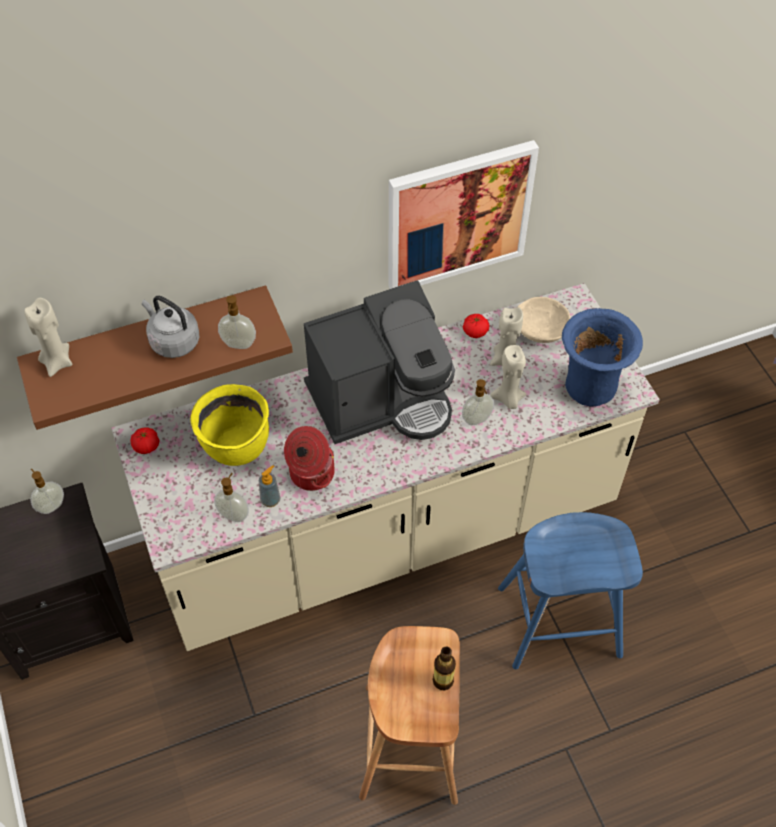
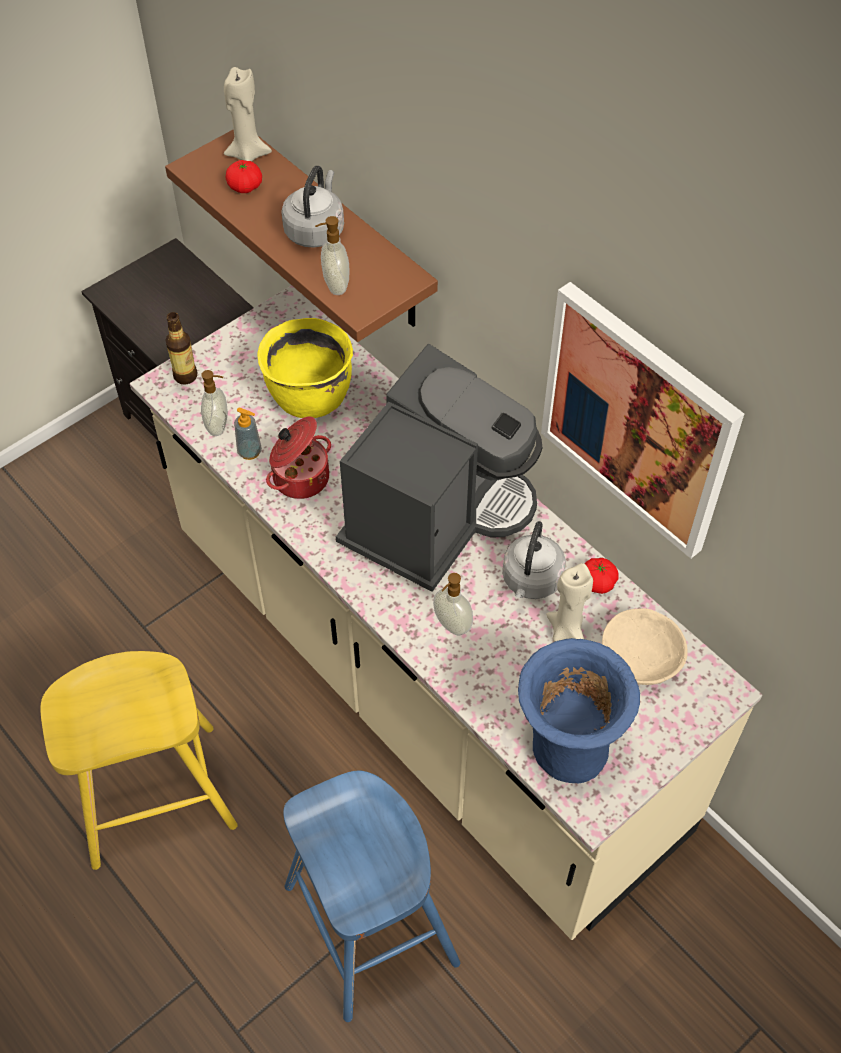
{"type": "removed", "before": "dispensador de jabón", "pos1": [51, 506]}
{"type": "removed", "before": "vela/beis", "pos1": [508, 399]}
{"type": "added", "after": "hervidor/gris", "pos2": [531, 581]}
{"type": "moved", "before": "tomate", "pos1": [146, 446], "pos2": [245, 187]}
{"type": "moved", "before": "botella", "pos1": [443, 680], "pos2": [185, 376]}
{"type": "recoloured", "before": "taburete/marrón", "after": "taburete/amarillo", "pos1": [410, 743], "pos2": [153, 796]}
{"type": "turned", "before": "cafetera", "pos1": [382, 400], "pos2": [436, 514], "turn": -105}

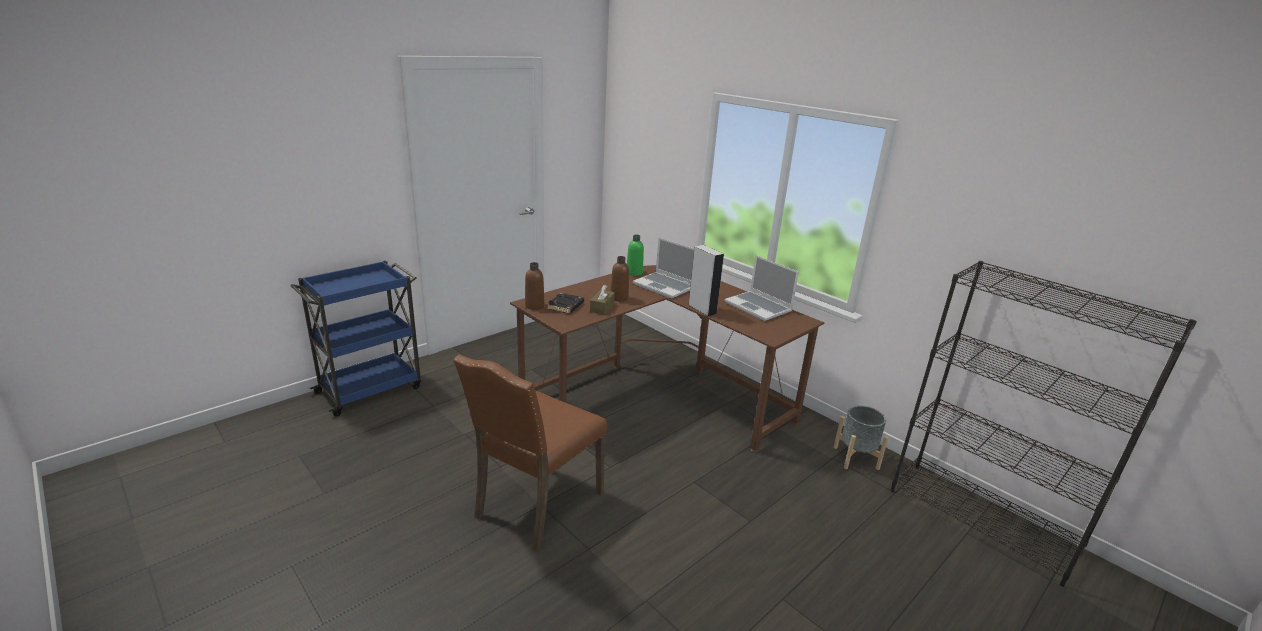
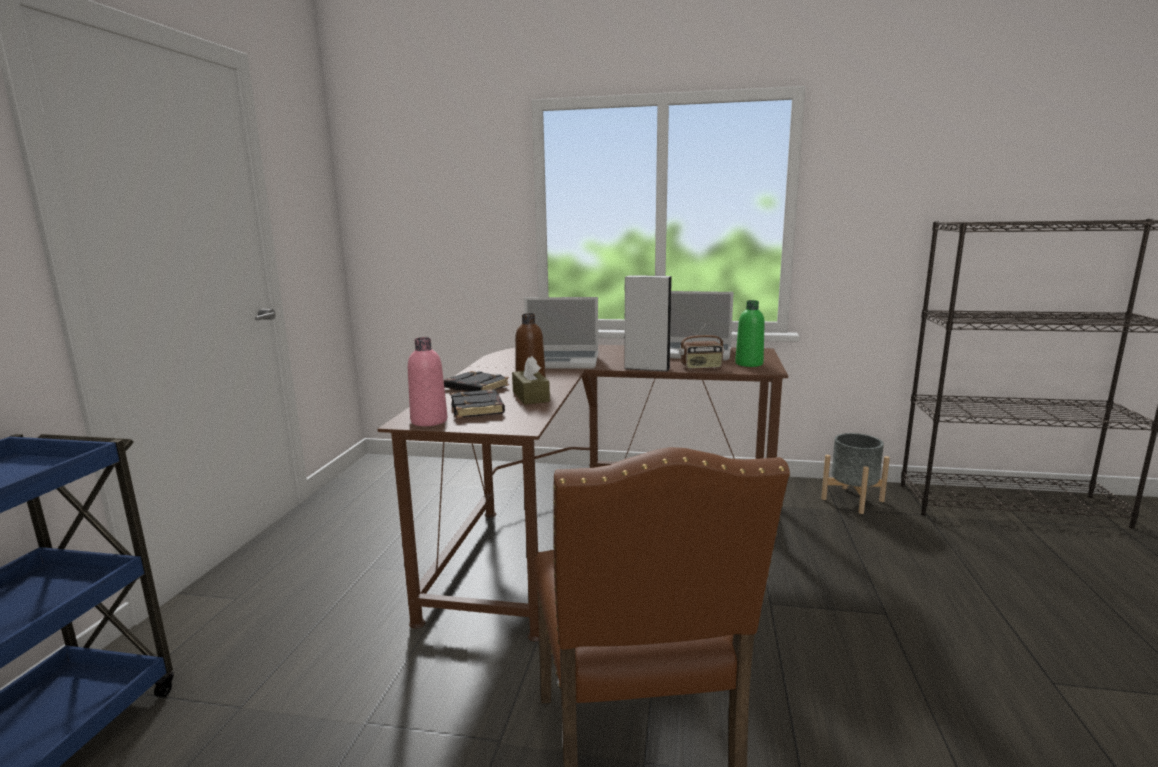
{"type": "added", "after": "libro/negro", "pos2": [475, 388]}
{"type": "added", "after": "radio", "pos2": [701, 367]}
{"type": "moved", "before": "botella/verde", "pos1": [634, 273], "pos2": [749, 364]}
{"type": "recoloured", "before": "botella/marrón", "after": "botella/rosa", "pos1": [534, 306], "pos2": [429, 421]}

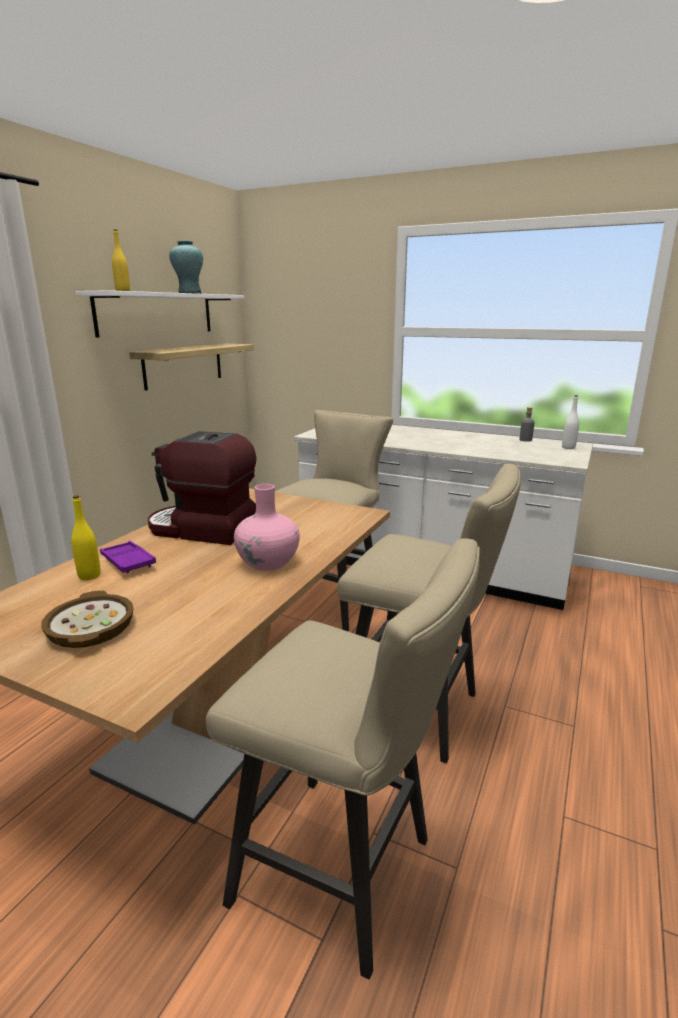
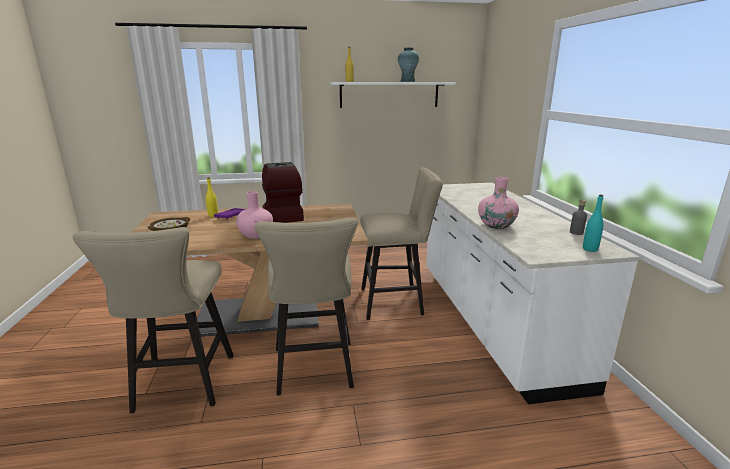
{"type": "removed", "before": "estante", "pos1": [183, 365]}
{"type": "added", "after": "florero/rosa", "pos2": [496, 225]}
{"type": "recoloured", "before": "botella/blanco", "after": "botella/turquesa", "pos1": [568, 447], "pos2": [590, 249]}

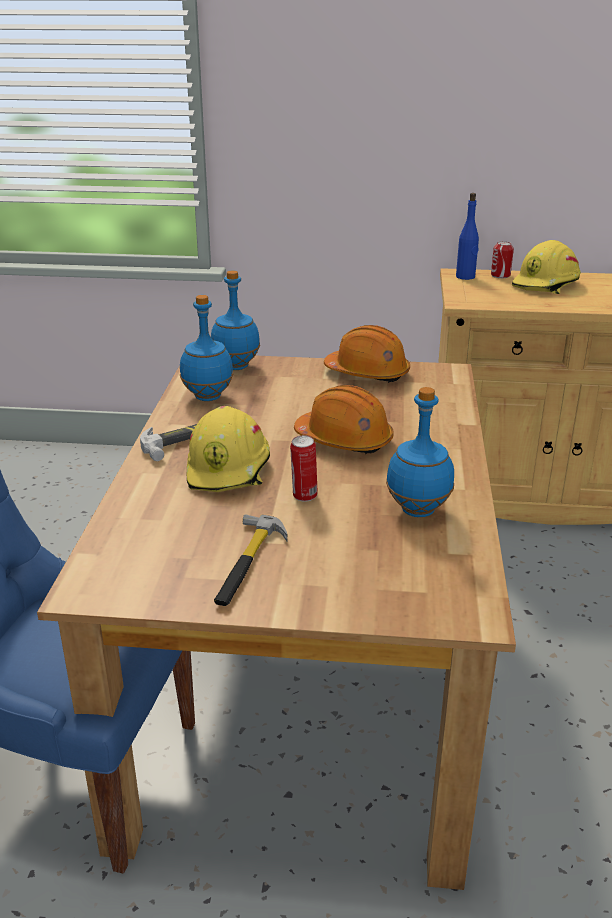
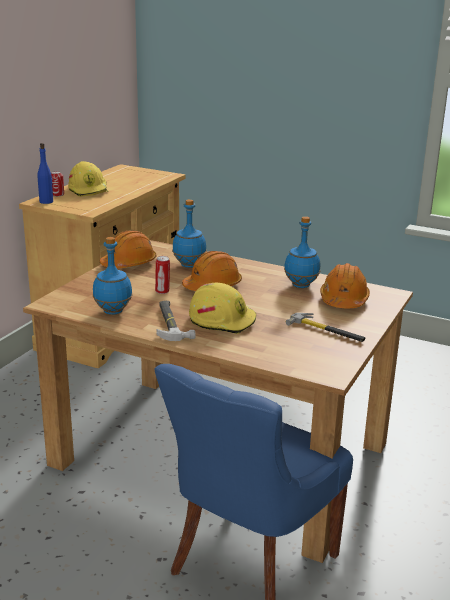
{"type": "added", "after": "casco/naranja", "pos2": [344, 300]}
{"type": "moved", "before": "botella/azul", "pos1": [236, 366], "pos2": [188, 265]}
{"type": "moved", "before": "lata", "pos1": [304, 496], "pos2": [162, 291]}

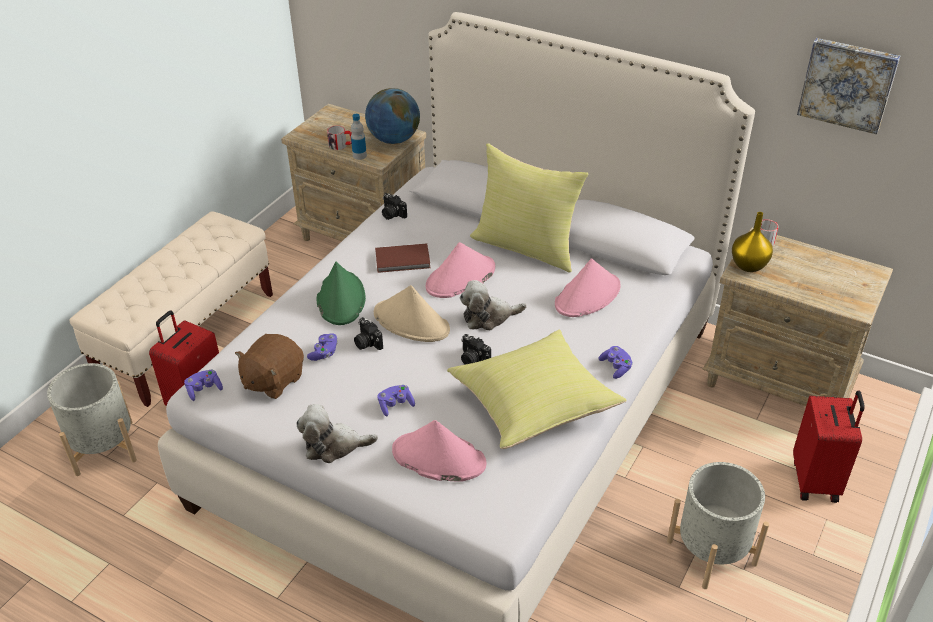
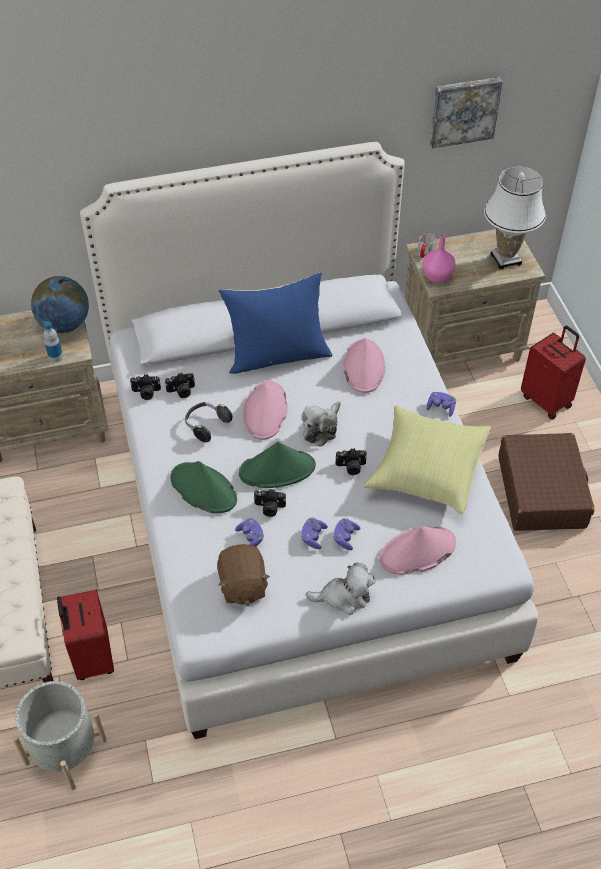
{"type": "removed", "before": "taza grande", "pos1": [341, 145]}
{"type": "added", "after": "cámara", "pos2": [181, 391]}
{"type": "added", "after": "lámpara de mesa/blanco", "pos2": [505, 259]}
{"type": "moved", "before": "mando de consola/morado", "pos1": [204, 390], "pos2": [313, 537]}
{"type": "replaced", "before": "libro/marrón", "after": "auriculares", "pos1": [403, 260], "pos2": [206, 425]}
{"type": "replaced", "before": "maceta/gris", "after": "maleta/marrón", "pos1": [711, 552], "pos2": [541, 491]}
{"type": "recoloured", "before": "sombrero/beis", "after": "sombrero/verde", "pos1": [412, 322], "pos2": [277, 469]}
{"type": "recoloured", "before": "cojín/amarillo", "after": "cojín/azul", "pos1": [526, 246], "pos2": [278, 355]}
{"type": "recoloured", "before": "florero/amarillo", "after": "florero/rosa", "pos1": [749, 265], "pos2": [437, 276]}
{"type": "turned", "before": "peluche", "pos1": [334, 446], "pos2": [344, 596], "turn": -135}

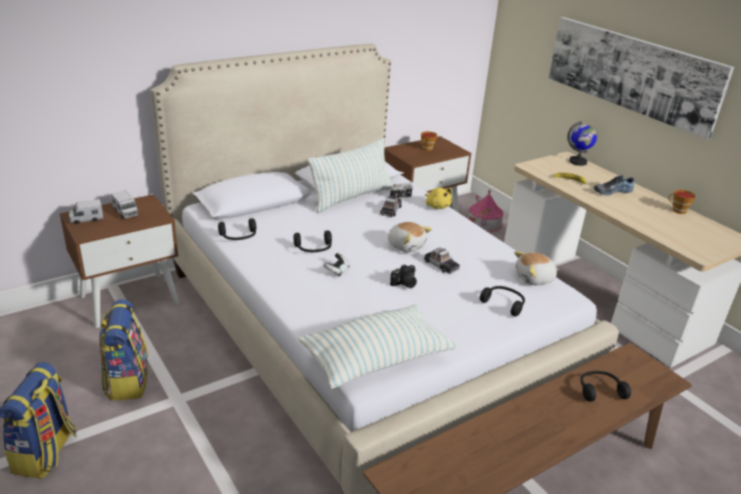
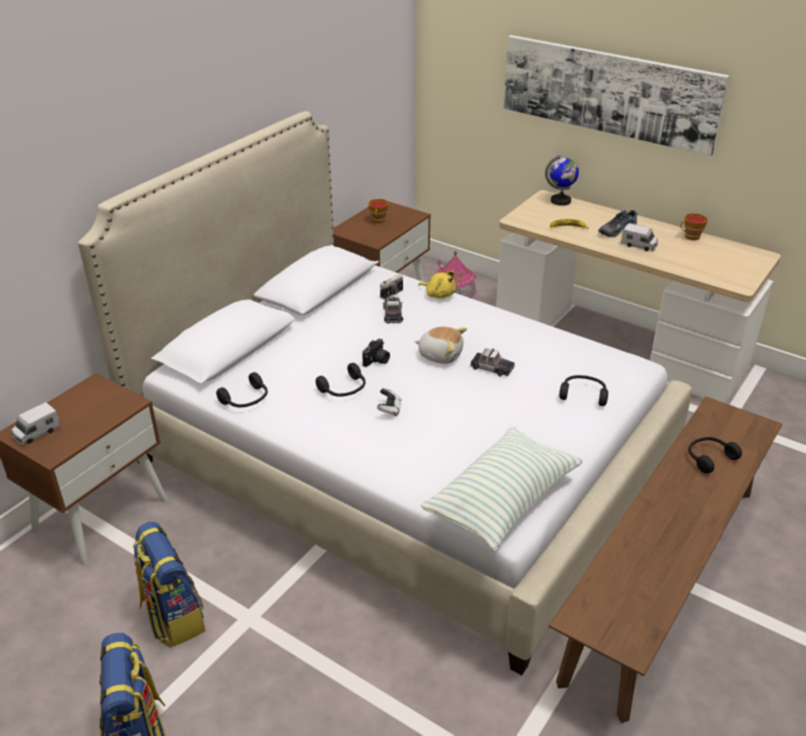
{"type": "removed", "before": "cojín", "pos1": [351, 197]}
{"type": "removed", "before": "peluche", "pos1": [535, 279]}
{"type": "moved", "before": "camión de juguete", "pos1": [125, 212], "pos2": [639, 245]}
{"type": "moved", "before": "cámara", "pos1": [404, 284], "pos2": [377, 361]}

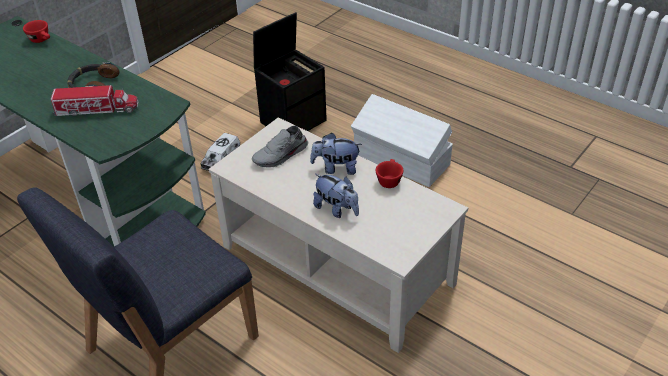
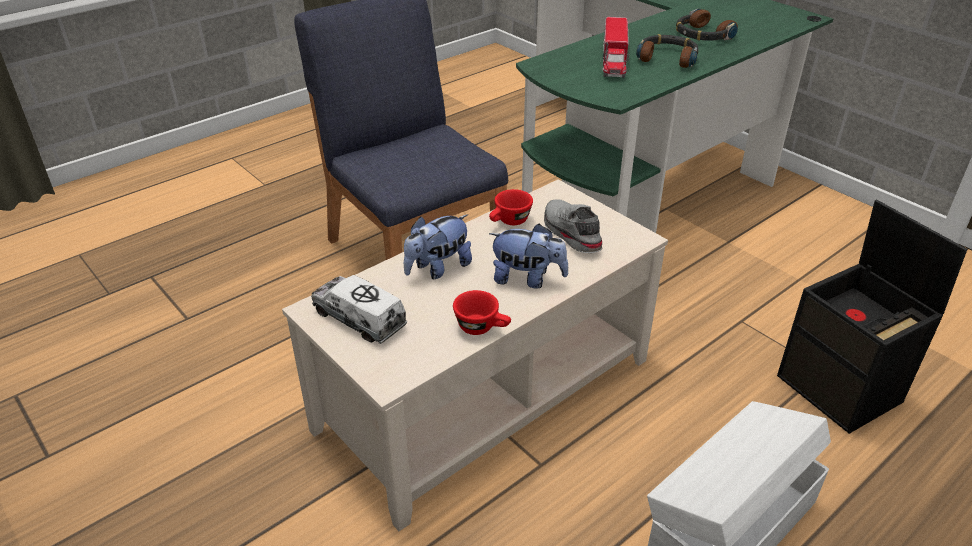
{"type": "added", "after": "auriculares", "pos2": [702, 35]}
{"type": "moved", "before": "taza/rojo", "pos1": [42, 40], "pos2": [509, 222]}
{"type": "moved", "before": "camión de juguete", "pos1": [221, 160], "pos2": [359, 319]}
{"type": "turned", "before": "peluche", "pos1": [336, 168], "pos2": [527, 279], "turn": 90}

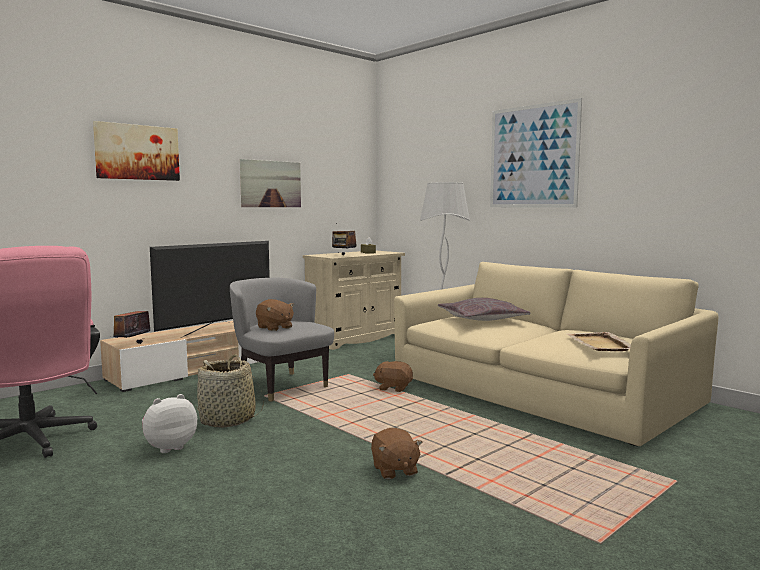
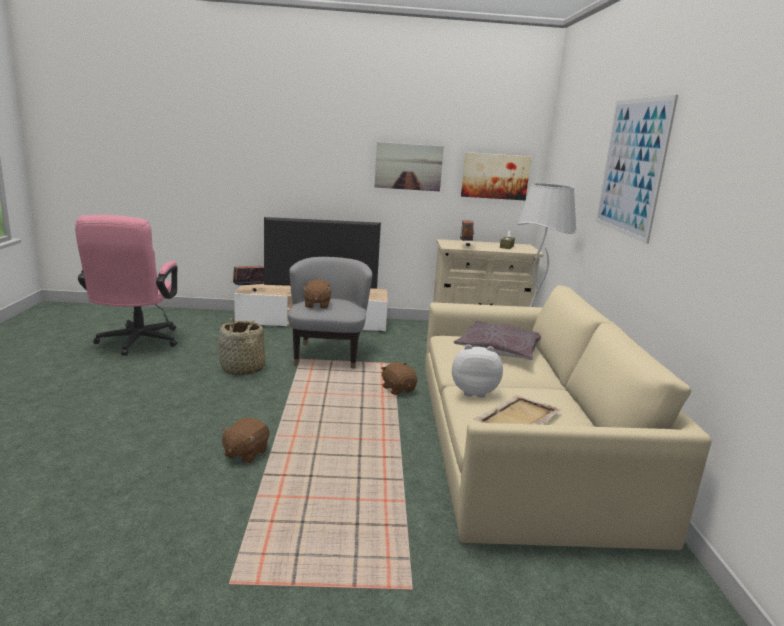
{"type": "moved", "before": "cuadro", "pos1": [137, 152], "pos2": [495, 176]}
{"type": "moved", "before": "peluche", "pos1": [169, 447], "pos2": [473, 392]}

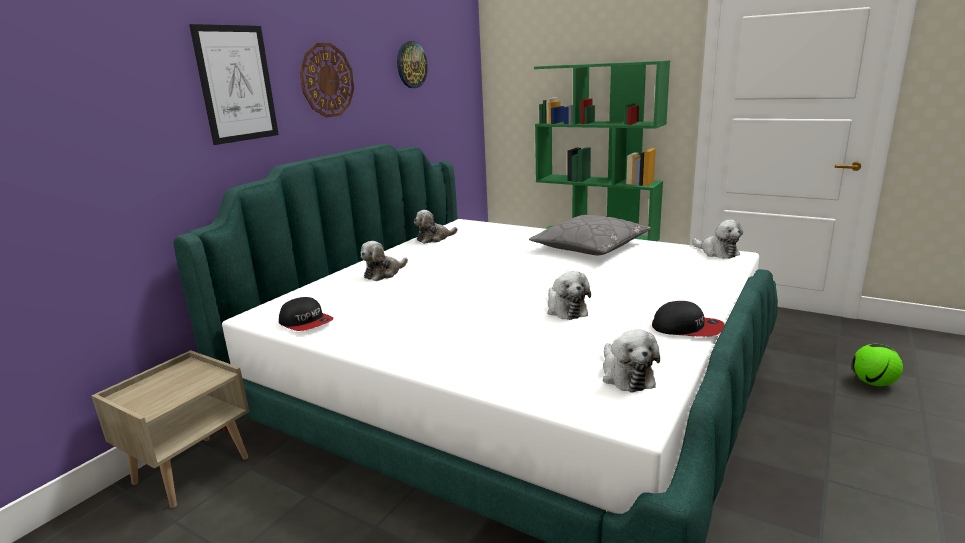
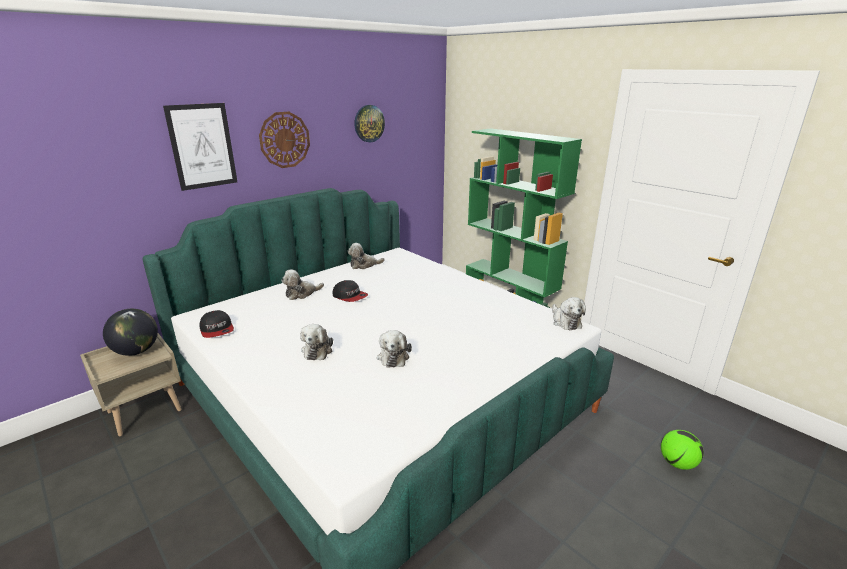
{"type": "removed", "before": "cojín/gris", "pos1": [590, 247]}
{"type": "added", "after": "globo terráqueo", "pos2": [136, 351]}
{"type": "moved", "before": "peluche", "pos1": [626, 375], "pos2": [318, 350]}
{"type": "moved", "before": "gorra", "pos1": [687, 328], "pos2": [350, 296]}

